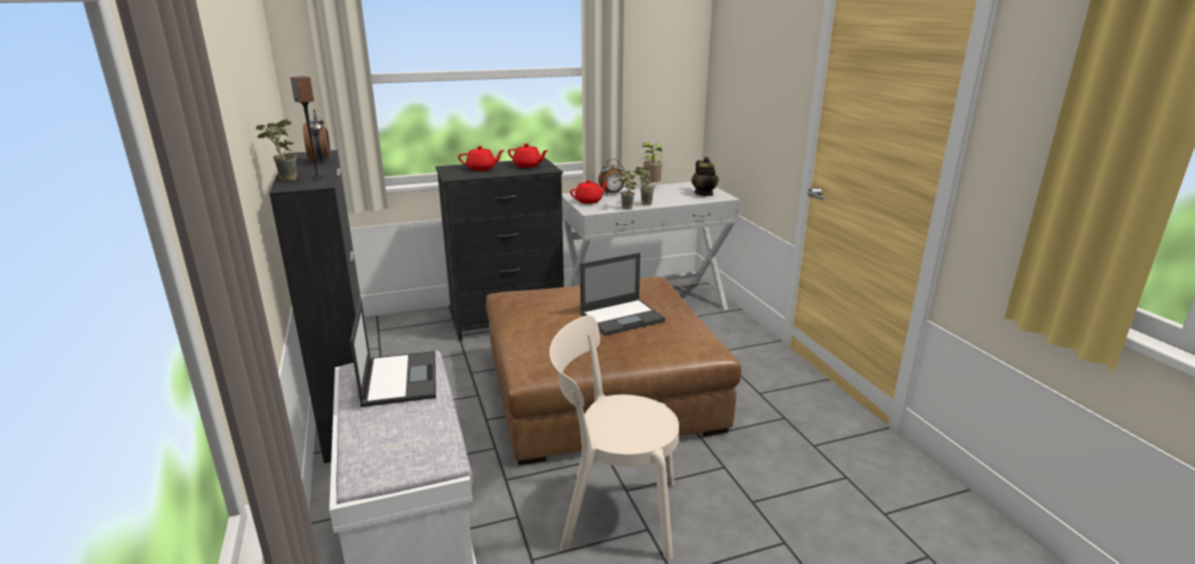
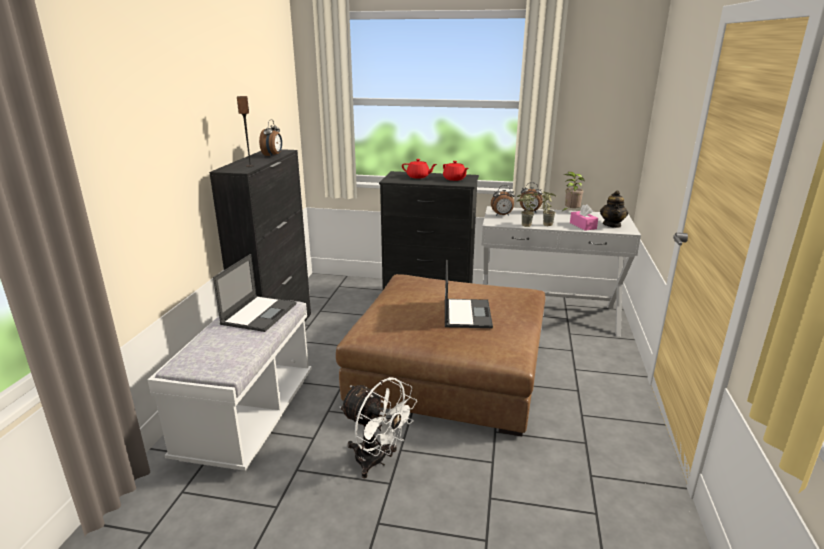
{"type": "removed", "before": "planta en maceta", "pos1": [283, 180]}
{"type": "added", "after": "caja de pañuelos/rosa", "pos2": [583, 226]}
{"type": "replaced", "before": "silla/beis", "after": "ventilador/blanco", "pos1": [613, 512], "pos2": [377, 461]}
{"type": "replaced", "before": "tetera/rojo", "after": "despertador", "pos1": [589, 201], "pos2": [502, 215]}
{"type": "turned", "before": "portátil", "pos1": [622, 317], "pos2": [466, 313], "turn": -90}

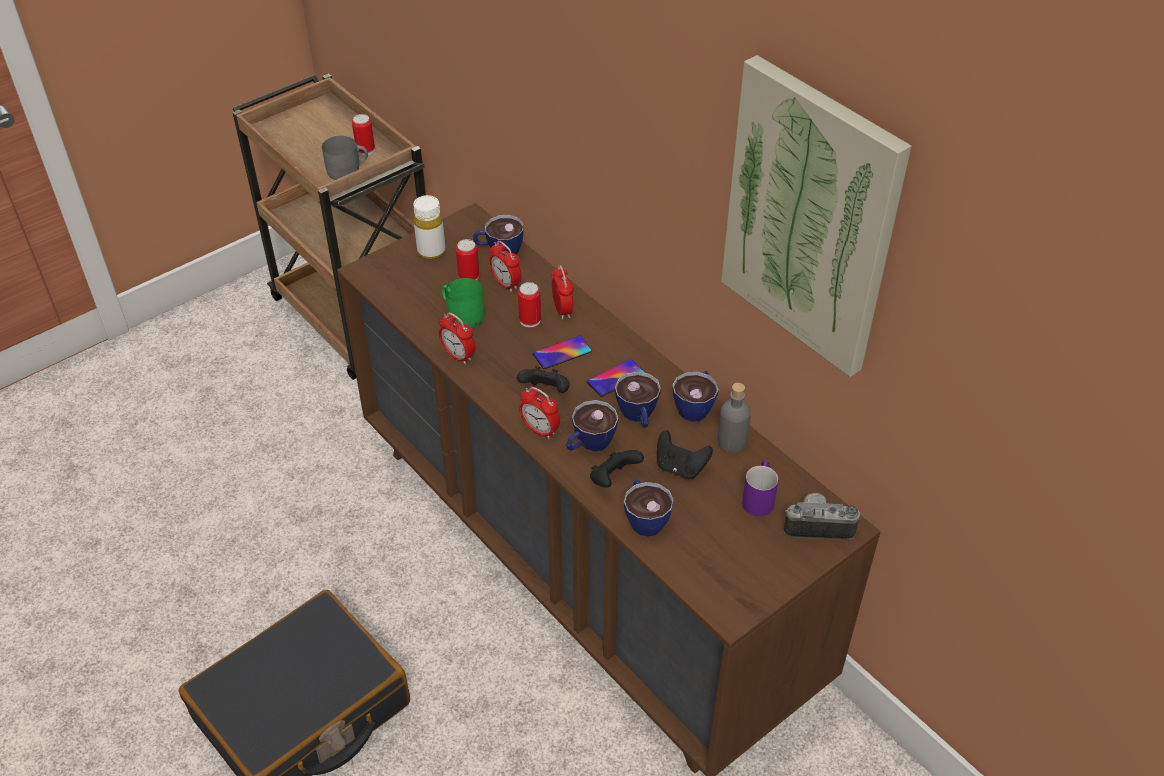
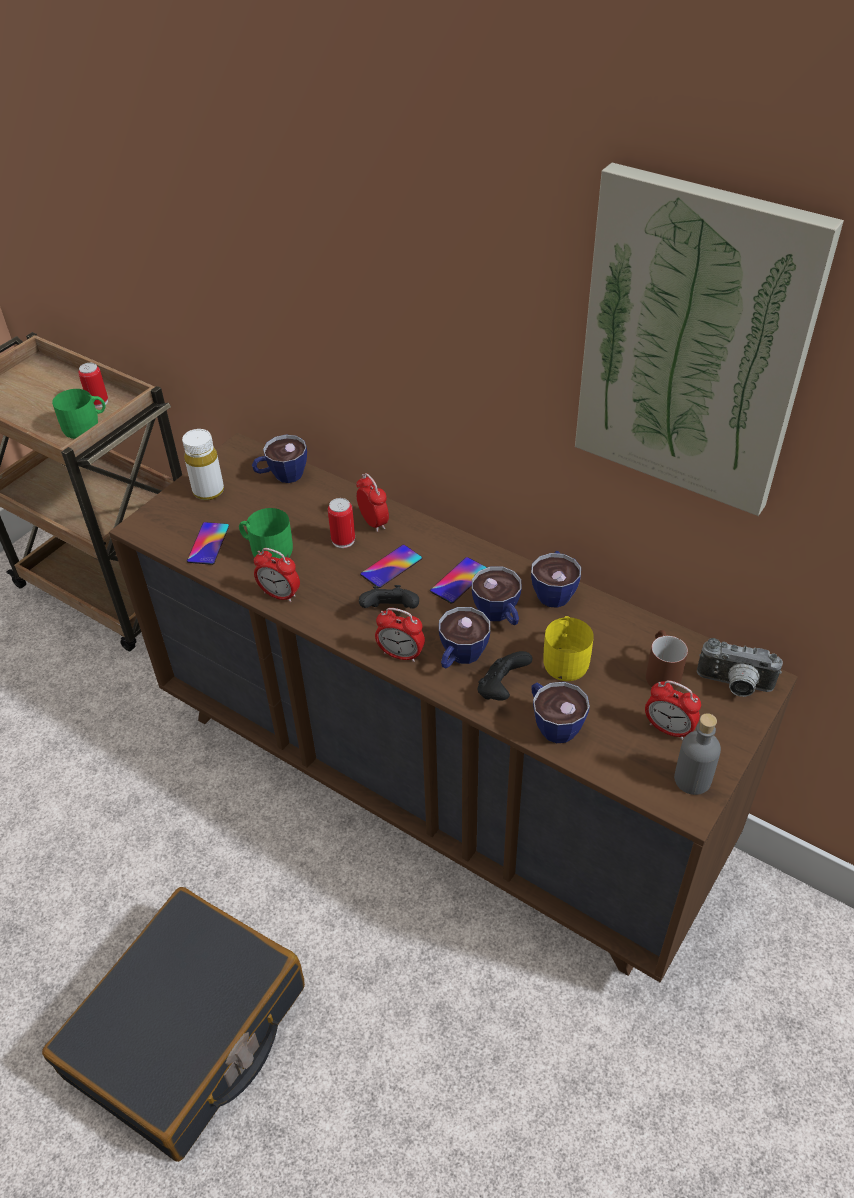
{"type": "removed", "before": "lata", "pos1": [469, 277]}
{"type": "added", "after": "móvil", "pos2": [208, 543]}
{"type": "moved", "before": "despertador", "pos1": [506, 284], "pos2": [668, 729]}
{"type": "moved", "before": "botella/gris", "pos1": [732, 441], "pos2": [692, 779]}
{"type": "replaced", "before": "mando de consola/negro", "after": "taza grande/amarillo", "pos1": [680, 467], "pos2": [566, 659]}
{"type": "recoloured", "before": "taza grande/gris", "after": "taza grande/verde", "pos1": [348, 171], "pos2": [86, 427]}
{"type": "recoloured", "before": "taza grande/morado", "after": "taza grande/marrón", "pos1": [759, 497], "pos2": [661, 671]}
{"type": "turned", "before": "cámara", "pos1": [818, 525], "pos2": [734, 686], "turn": -150}

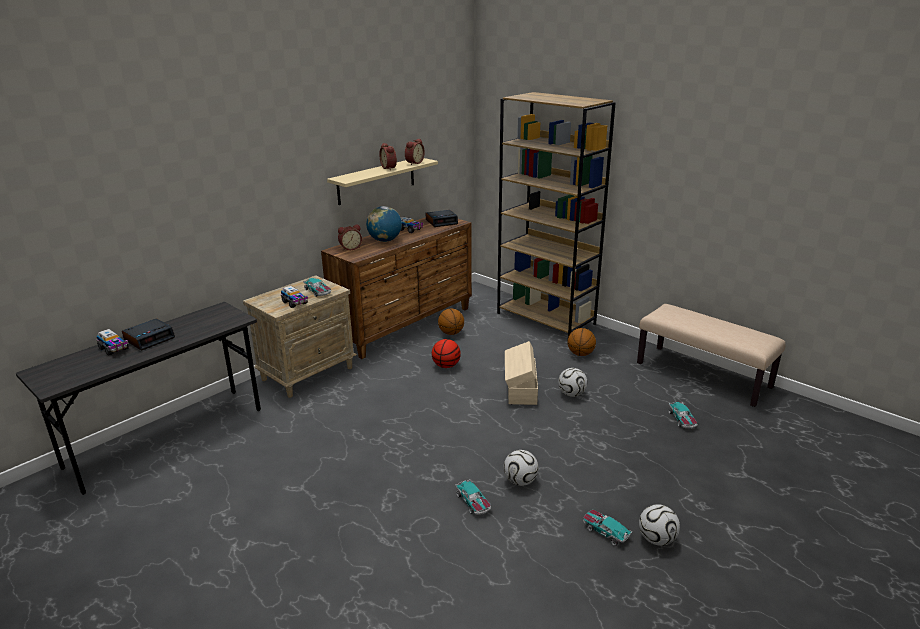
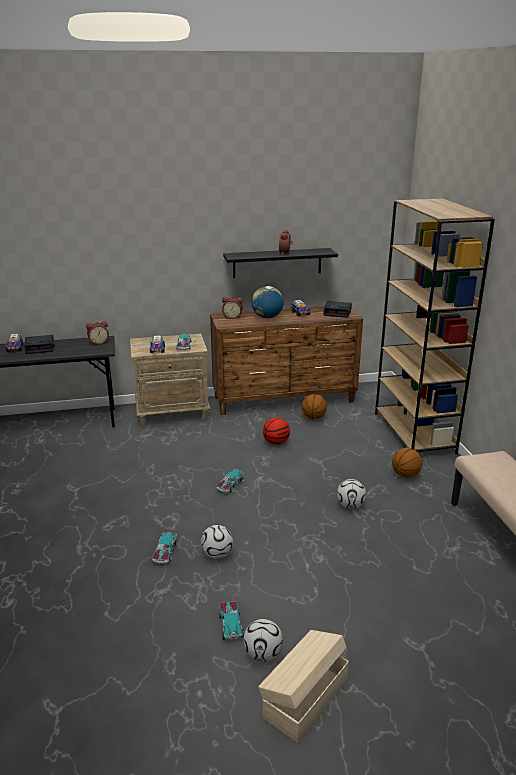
{"type": "moved", "before": "despertador", "pos1": [413, 163], "pos2": [98, 342]}
{"type": "moved", "before": "caja de almacenaje/beis", "pos1": [520, 388], "pos2": [304, 698]}
{"type": "moved", "before": "coche de juguete", "pos1": [682, 419], "pos2": [230, 485]}
{"type": "recoloured", "before": "estante/beis", "after": "estante/negro", "pos1": [376, 181], "pos2": [277, 263]}

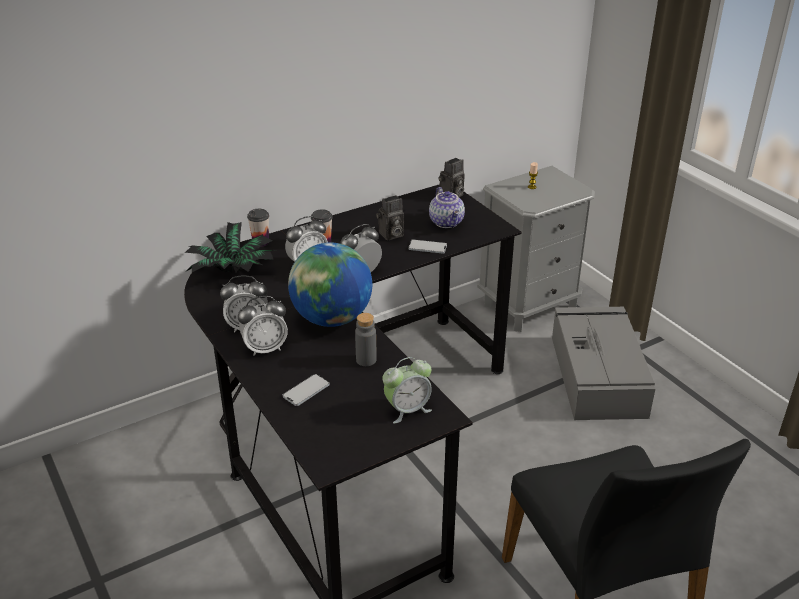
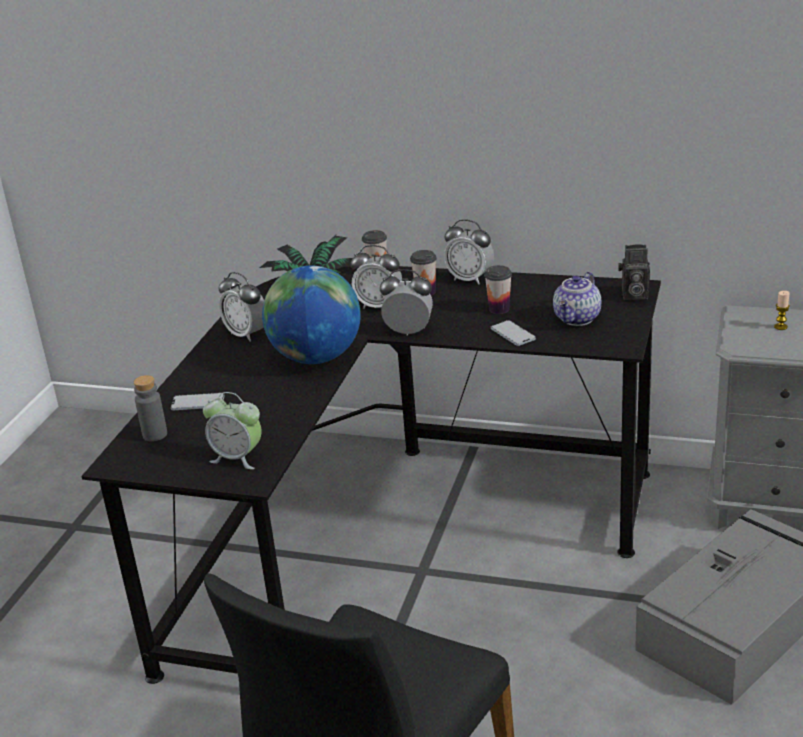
{"type": "moved", "before": "despertador", "pos1": [265, 348], "pos2": [470, 279]}
{"type": "moved", "before": "botella/gris", "pos1": [366, 360], "pos2": [155, 435]}
{"type": "replaced", "before": "cámara", "after": "taza", "pos1": [390, 235], "pos2": [499, 309]}

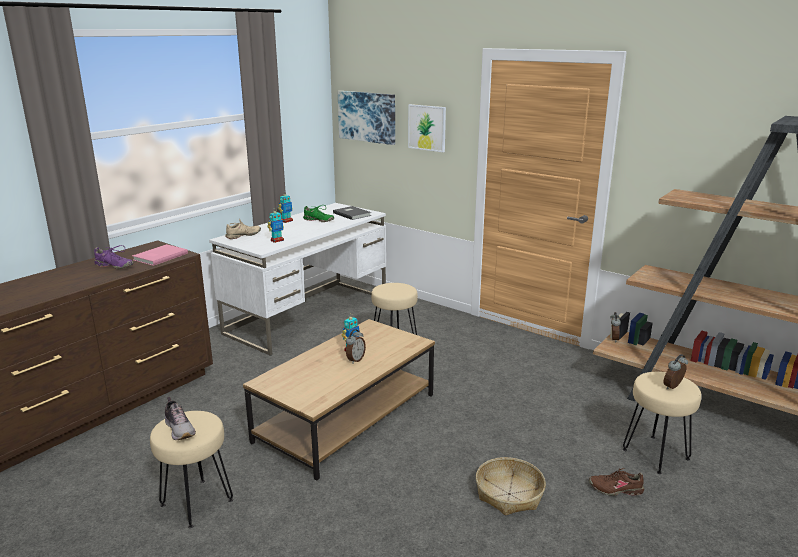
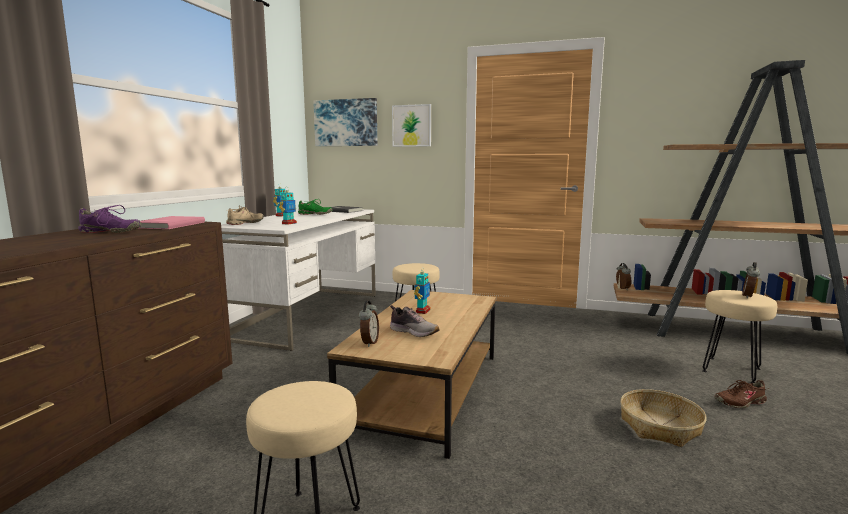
{"type": "moved", "before": "zapato", "pos1": [180, 429], "pos2": [414, 332]}
{"type": "moved", "before": "despertador", "pos1": [355, 360], "pos2": [369, 343]}

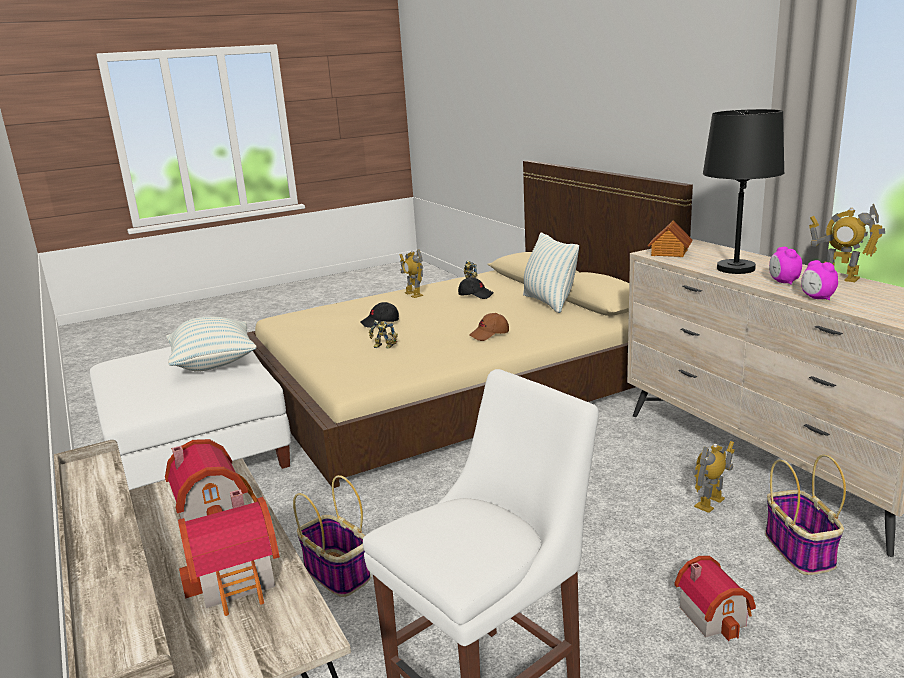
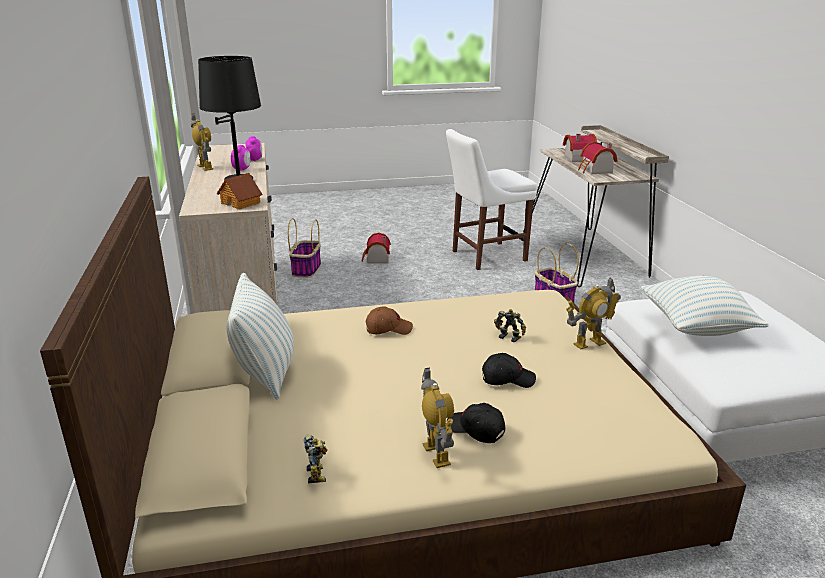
{"type": "moved", "before": "gorra/negro", "pos1": [475, 295], "pos2": [475, 430]}
{"type": "moved", "before": "robot de juguete", "pos1": [710, 503], "pos2": [589, 343]}

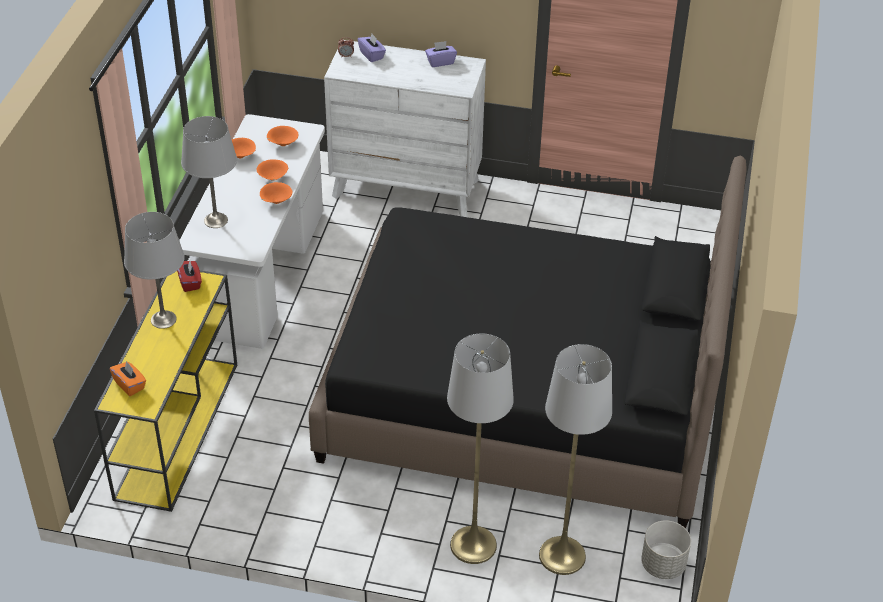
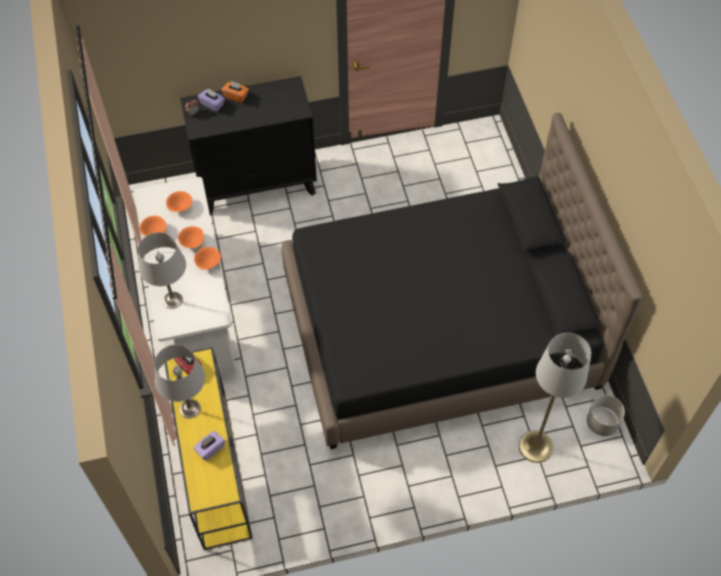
{"type": "removed", "before": "lámpara de pie/gris", "pos1": [473, 545]}
{"type": "moved", "before": "caja de pañuelos/naranja", "pos1": [130, 385], "pos2": [236, 96]}
{"type": "moved", "before": "caja de pañuelos/morado", "pos1": [440, 62], "pos2": [210, 449]}
{"type": "recoloured", "before": "cómoda/blanco", "after": "cómoda/negro", "pos1": [406, 188], "pos2": [257, 185]}

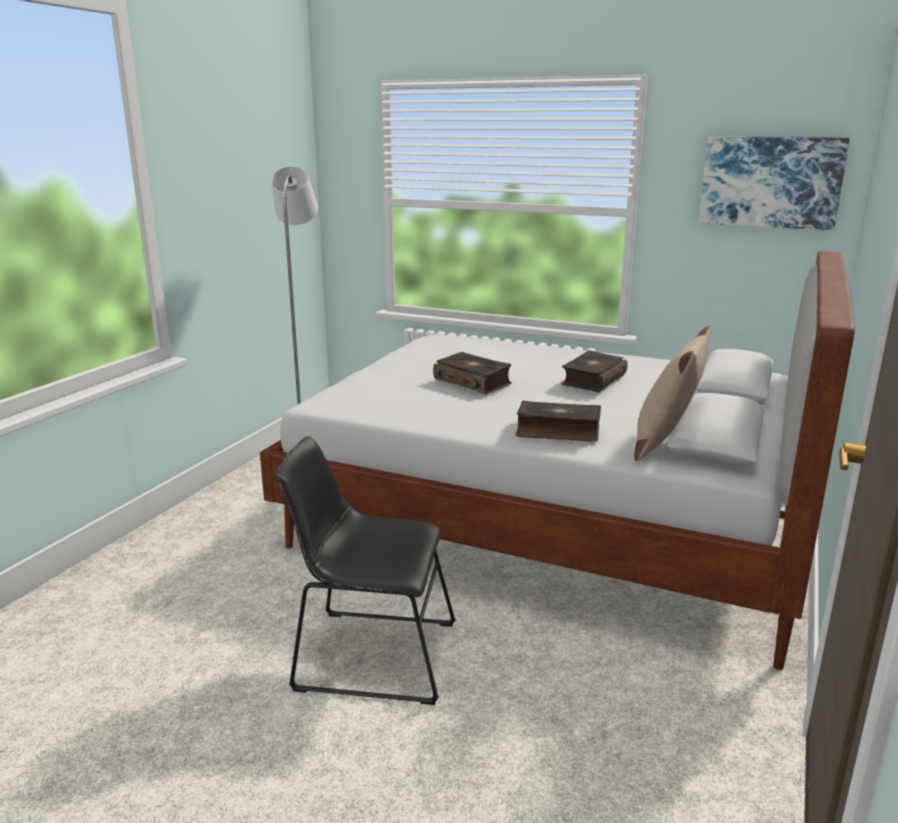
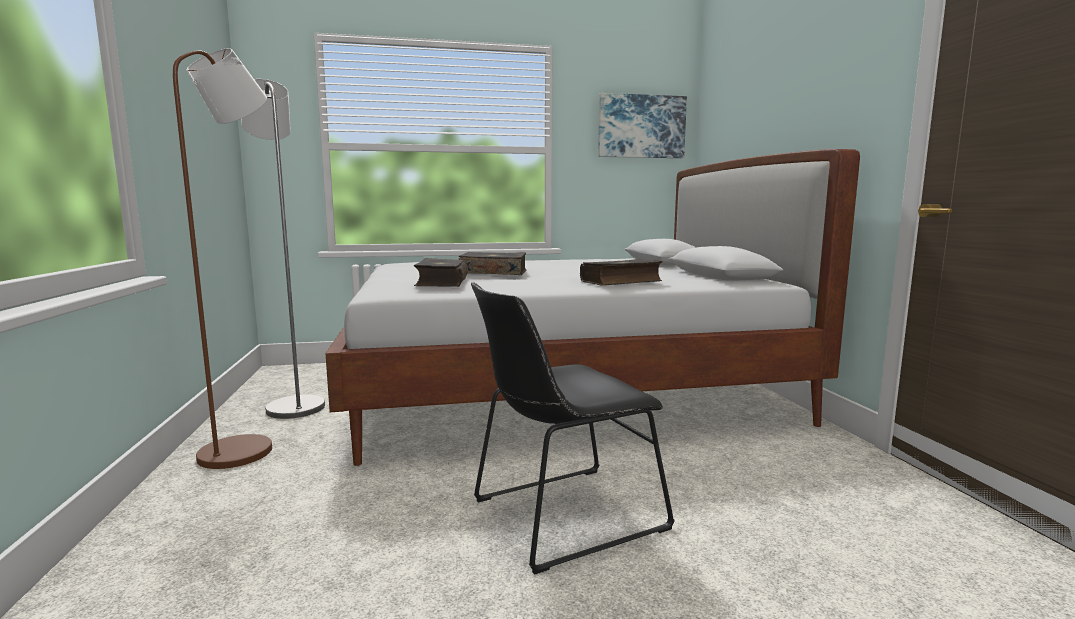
{"type": "removed", "before": "cojín/beis", "pos1": [666, 443]}
{"type": "added", "after": "lámpara de pie/marrón", "pos2": [247, 448]}
{"type": "moved", "before": "libro", "pos1": [592, 380], "pos2": [441, 283]}

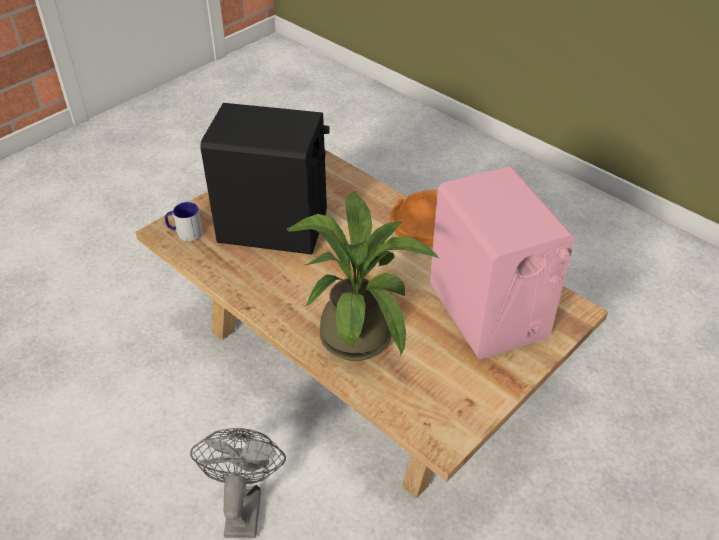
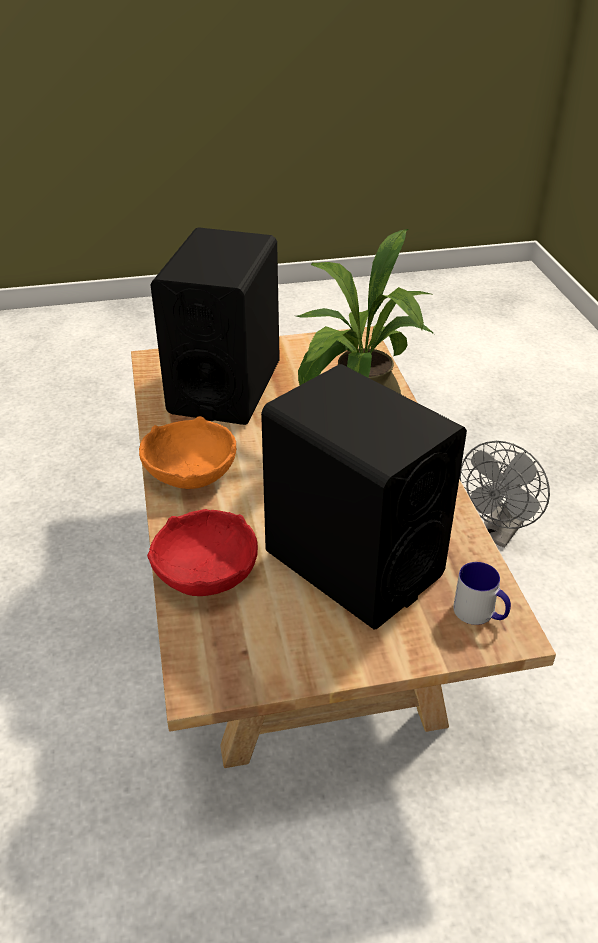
{"type": "added", "after": "cuenco/rojo", "pos2": [207, 574]}
{"type": "recoloured", "before": "altavoz/rosa", "after": "altavoz/negro", "pos1": [488, 312], "pos2": [225, 387]}

